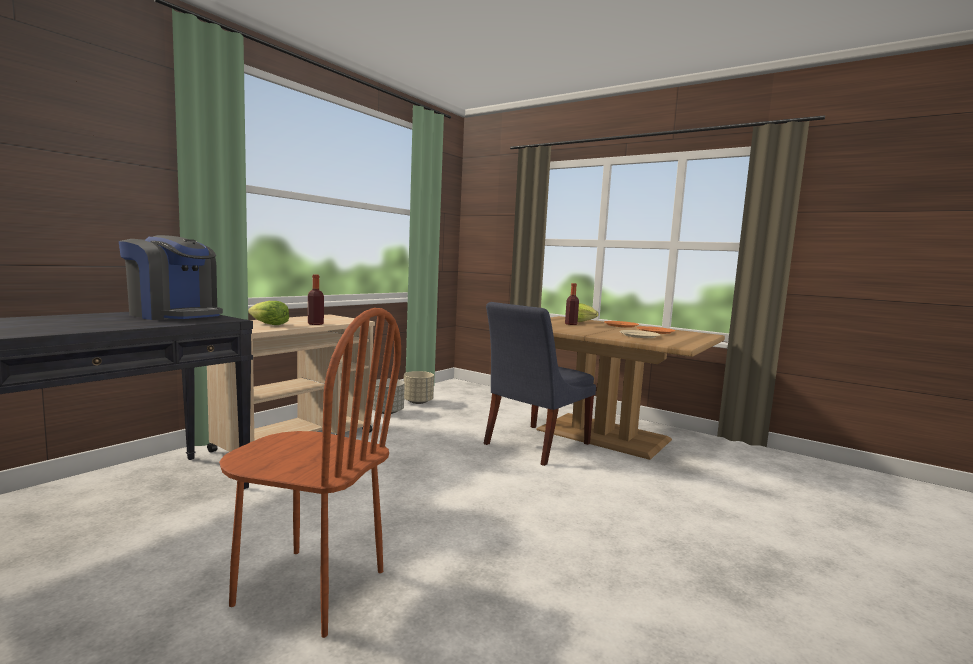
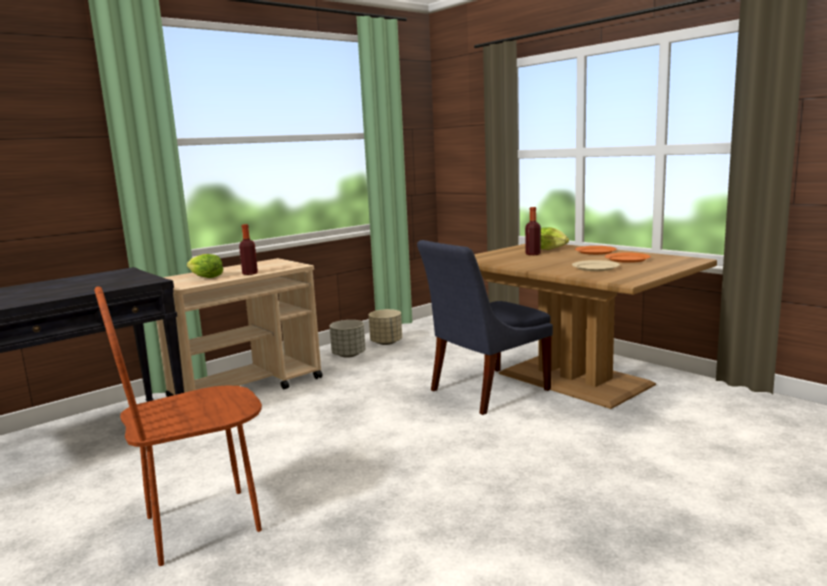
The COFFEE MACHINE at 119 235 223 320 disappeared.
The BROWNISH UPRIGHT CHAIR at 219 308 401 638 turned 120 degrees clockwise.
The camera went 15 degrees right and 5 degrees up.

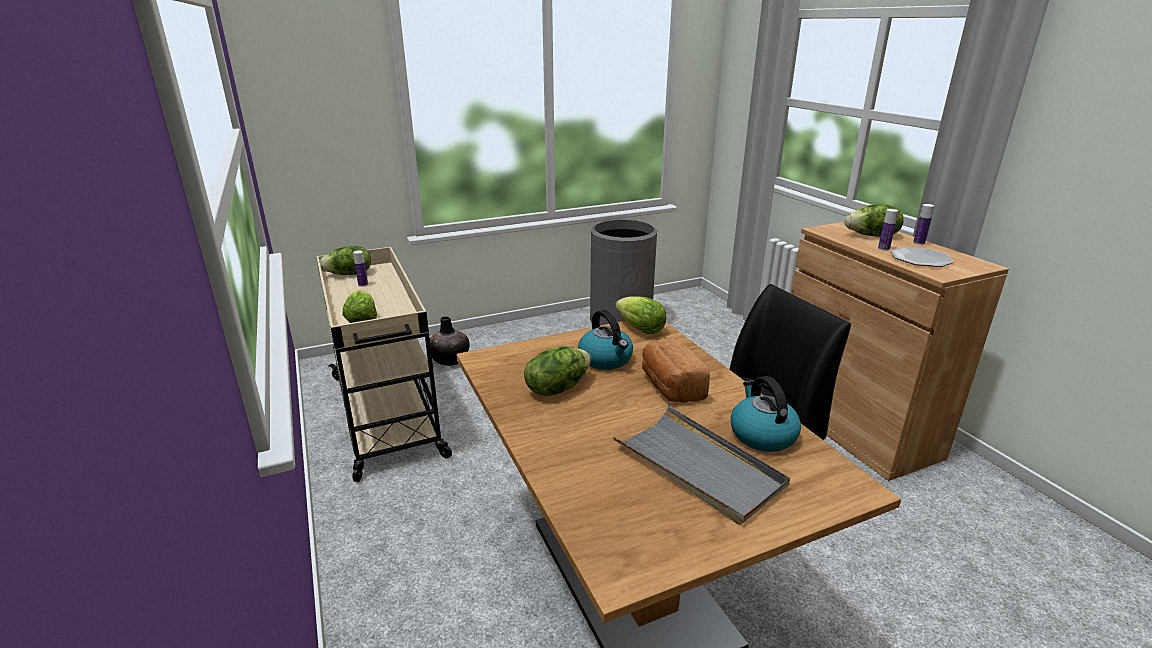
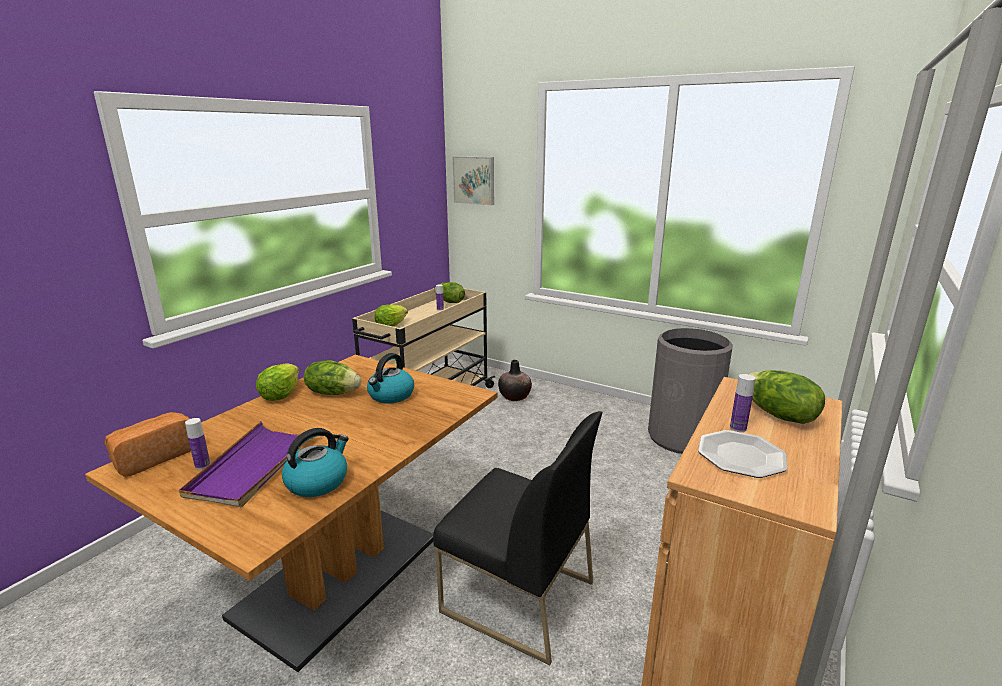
The GRAY CARRYING TRAY at 613 406 790 525 became the PURPLISH CARRYING TRAY at 179 421 308 507.
The LETTUCE moved from 615 296 666 334 to 256 363 299 401.
The BAKERY BREAD moved from 642 337 710 403 to 104 412 191 477.
The BEVERAGE BOTTLE moved from 913 204 934 245 to 185 418 210 469.
The PICTURE at 453 156 494 205 appeared.
The camera went 55 degrees right and 5 degrees down.

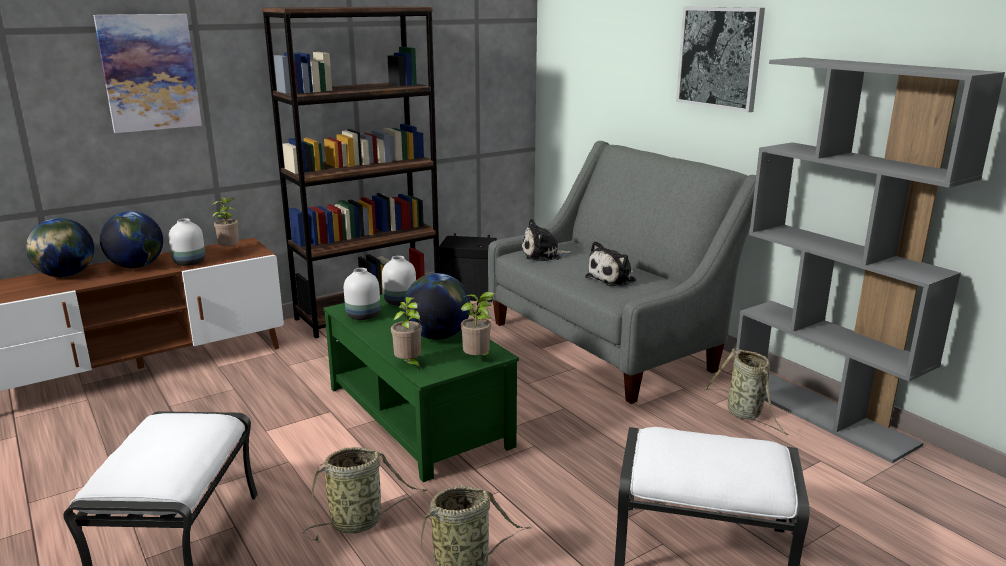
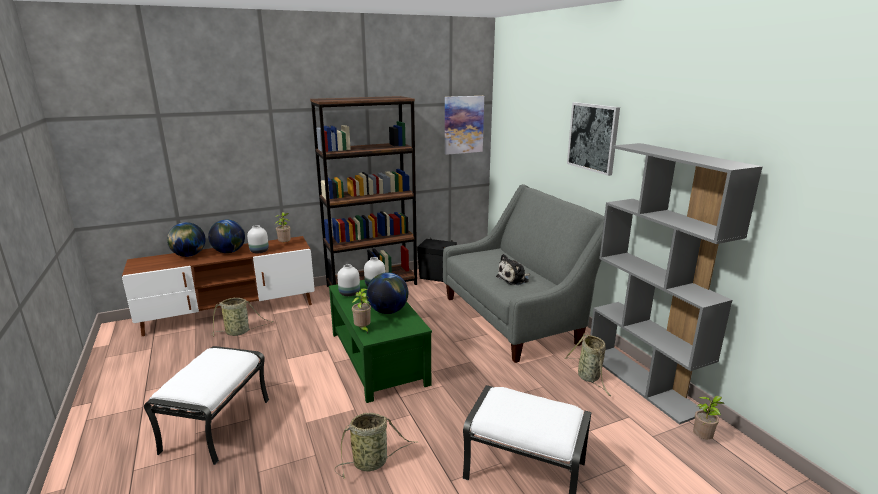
The PICTURE moved from 93 14 202 133 to 445 96 484 155.
The STORAGE BASKET moved from 303 447 427 543 to 211 298 273 336.
The HOUSEPLANT moved from 461 292 495 356 to 693 396 724 439.
The SOFT TOY at 521 219 572 261 disappeared.
The camera went 10 degrees right and 0 degrees up.

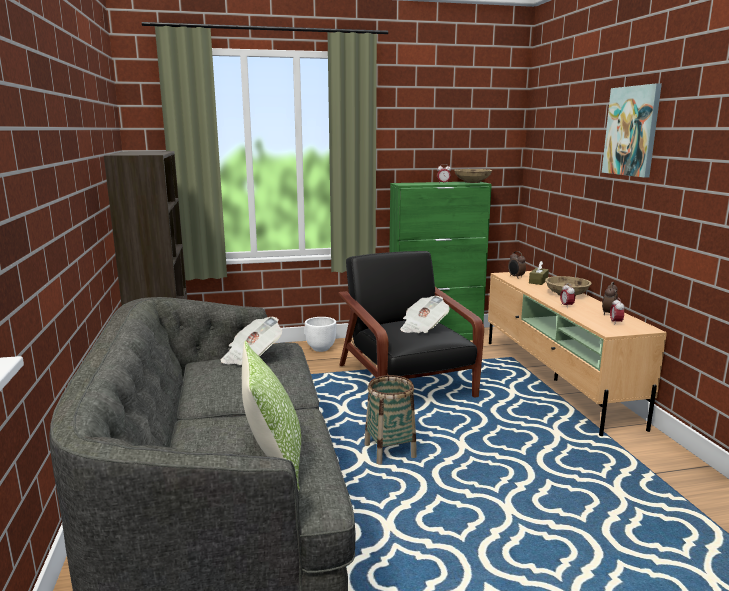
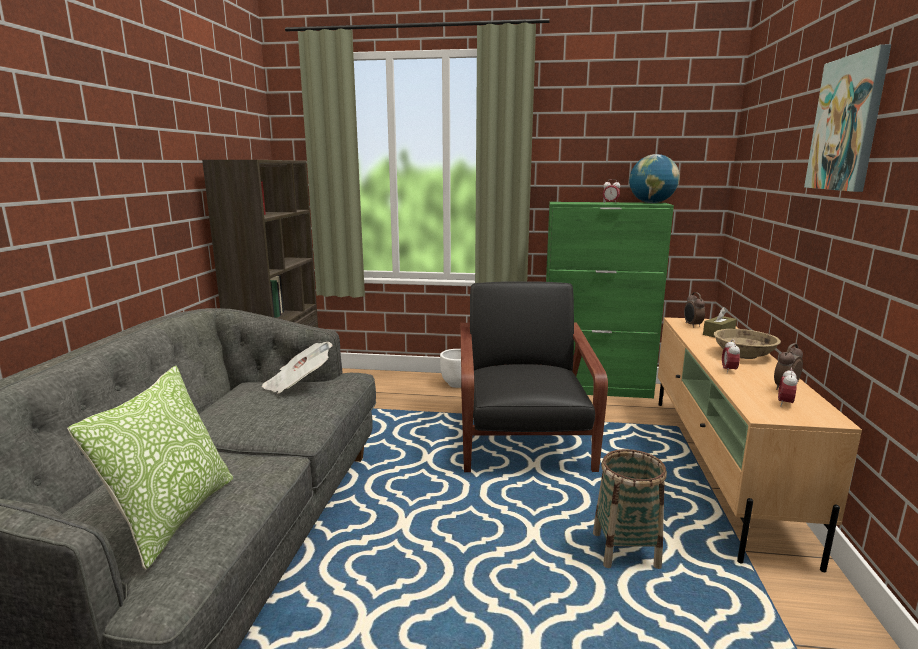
The STORAGE BASKET moved from 365 375 417 465 to 593 449 667 569.
The PRINTED PAPER at 400 296 449 333 disappeared.
The SAND-COLOURED DEEP DISH at 454 169 492 183 was replaced by the WORLD GLOBE at 629 154 679 203.
The camera went 20 degrees right and 0 degrees up.

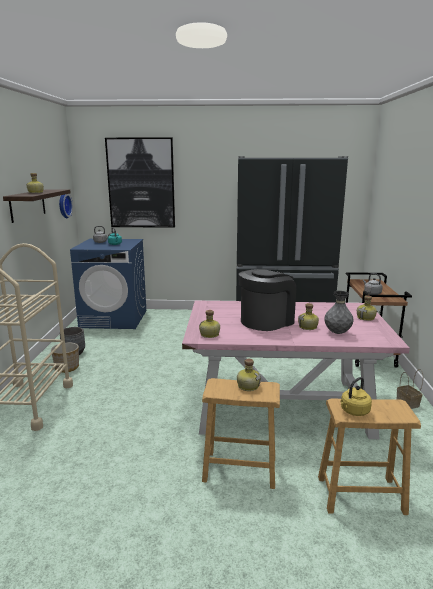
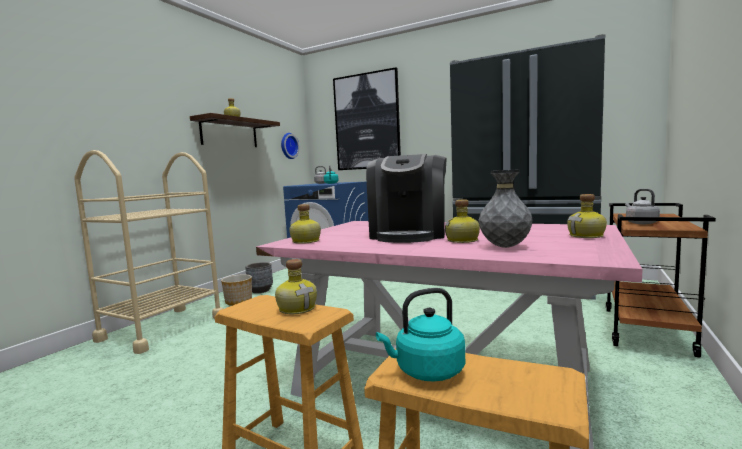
The COFFEE MACHINE at 238 269 296 331 turned 120 degrees clockwise.
The YELLOW TEA KETTLE at 340 377 372 416 became the TURQUOISE TEA KETTLE at 376 288 465 382.
The STORAGE BASKET at 397 369 423 409 disappeared.
The camera went 25 degrees right and 10 degrees down.

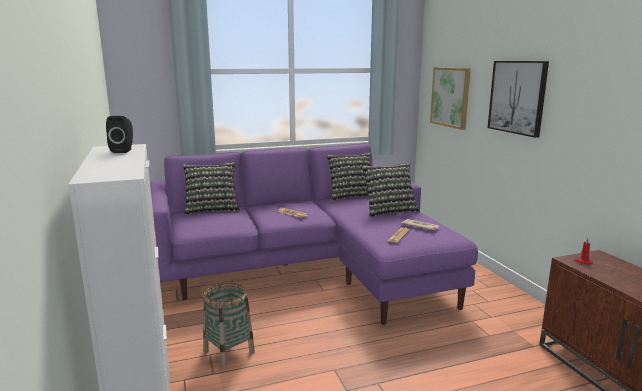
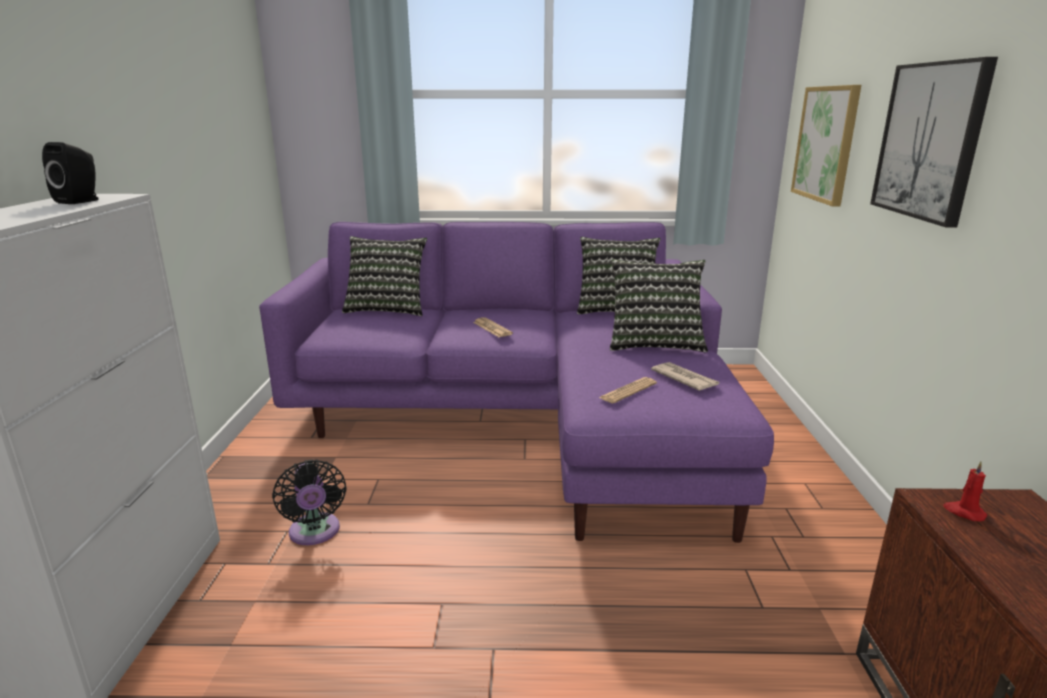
The STORAGE BASKET at 203 283 255 368 was replaced by the BLACKISH ELECTRIC FAN at 272 459 347 545.
The camera went 20 degrees right and 5 degrees up.

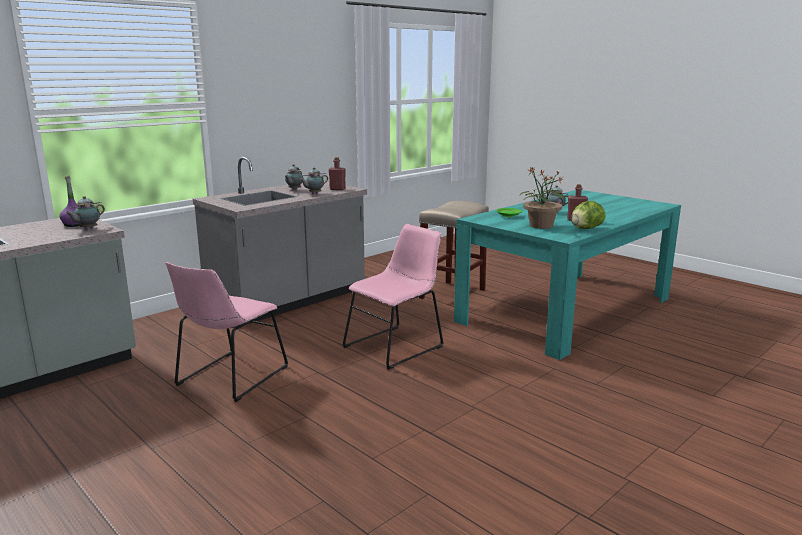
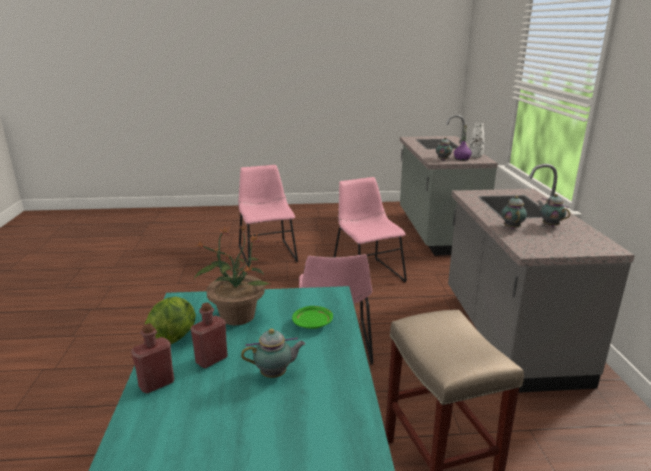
The REDDISH BEVERAGE BOTTLE moved from 329 157 346 190 to 131 323 174 393.
The PINKISH UPRIGHT CHAIR at 238 165 298 267 appeared.
The WHITE-COLOURED FLOWER VASE at 469 123 484 158 appeared.
The camera went 130 degrees right and 5 degrees up.

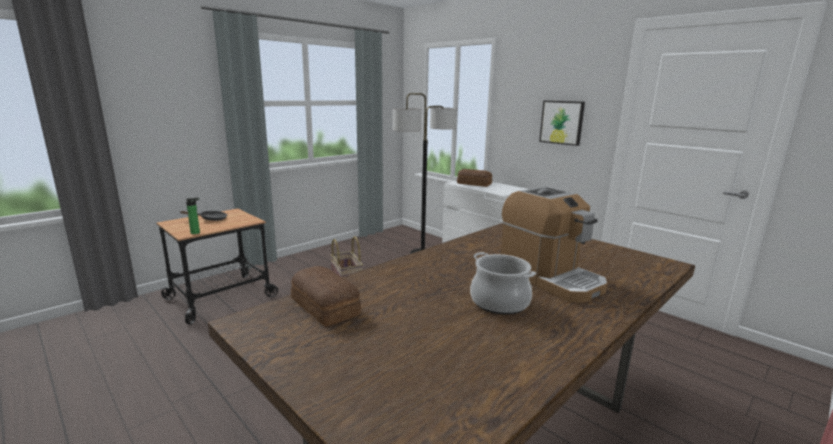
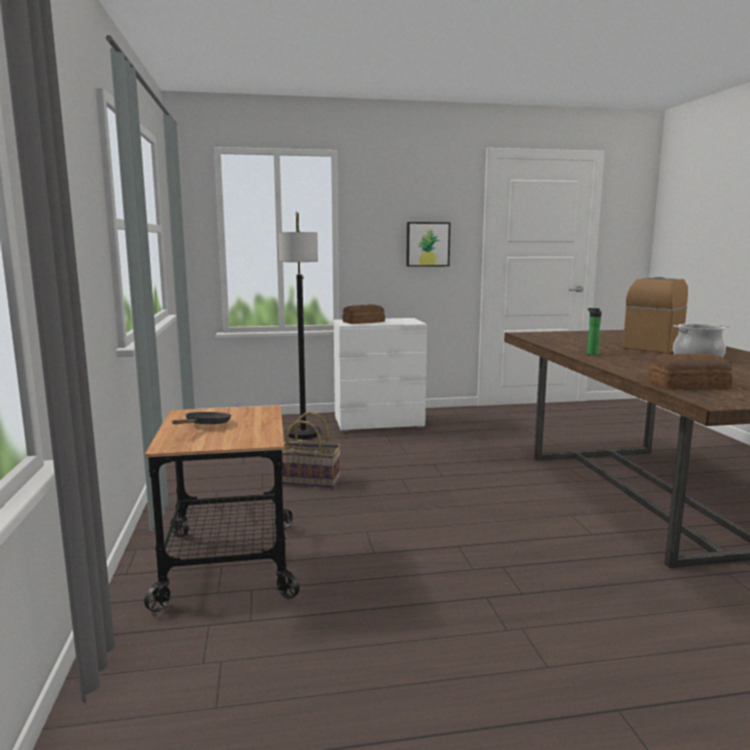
The BEVERAGE BOTTLE moved from 186 197 200 234 to 587 308 602 355.
The COFFEE MACHINE at 501 187 607 303 turned 45 degrees counterclockwise.
The camera went 55 degrees left and 5 degrees down.

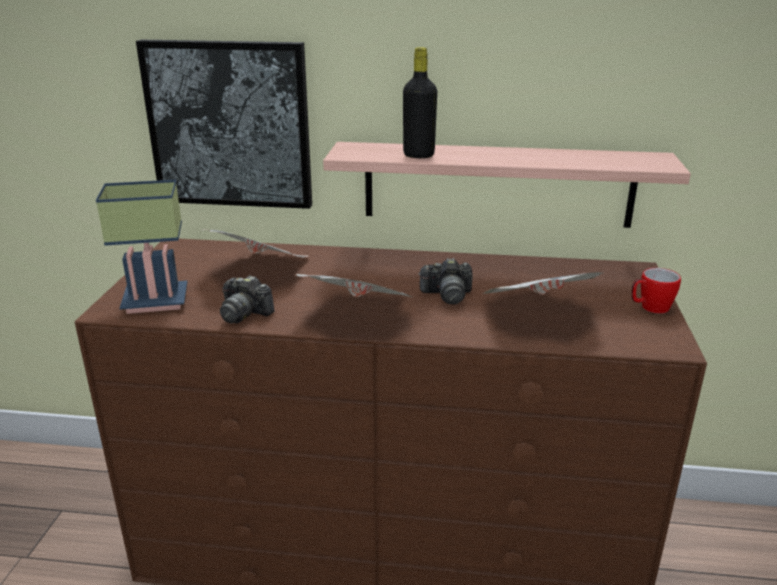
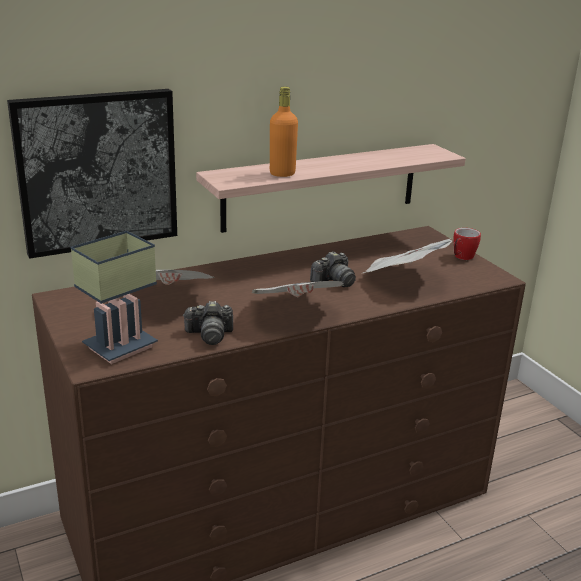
The BLACKISH BEVERAGE BOTTLE at 403 47 437 158 became the ORANGE BEVERAGE BOTTLE at 270 86 298 177.
The camera went 35 degrees left and 0 degrees up.

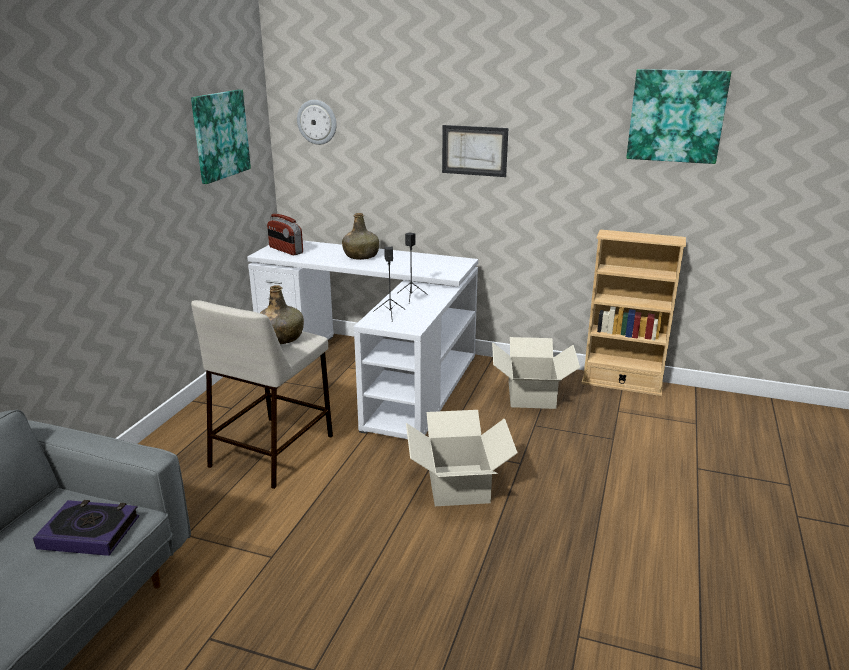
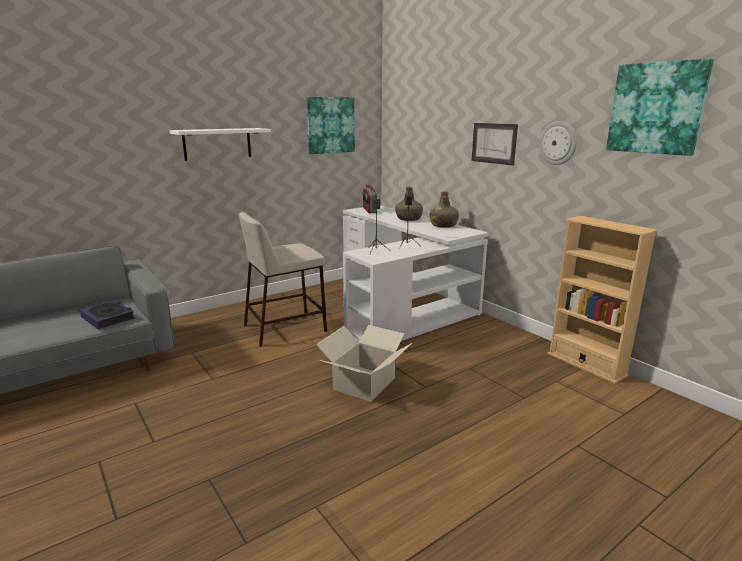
The GREENISH BEVERAGE BOTTLE moved from 260 285 304 344 to 429 192 459 228.
The CLOCK ON THE WALL moved from 297 100 336 145 to 539 121 577 165.
The CARTON at 492 337 580 409 disappeared.
The WHITE-COLOURED WALL SHELF at 170 128 271 161 appeared.
The camera went 35 degrees right and 5 degrees down.

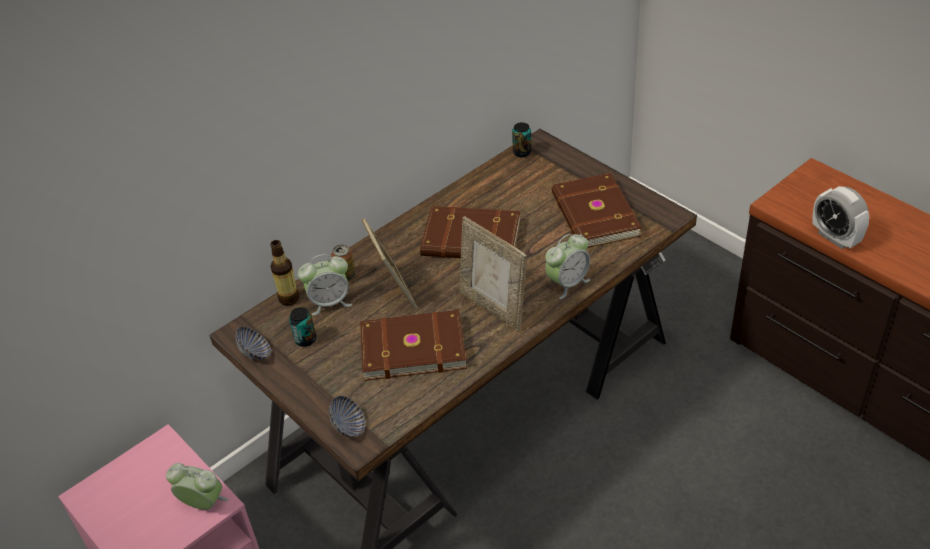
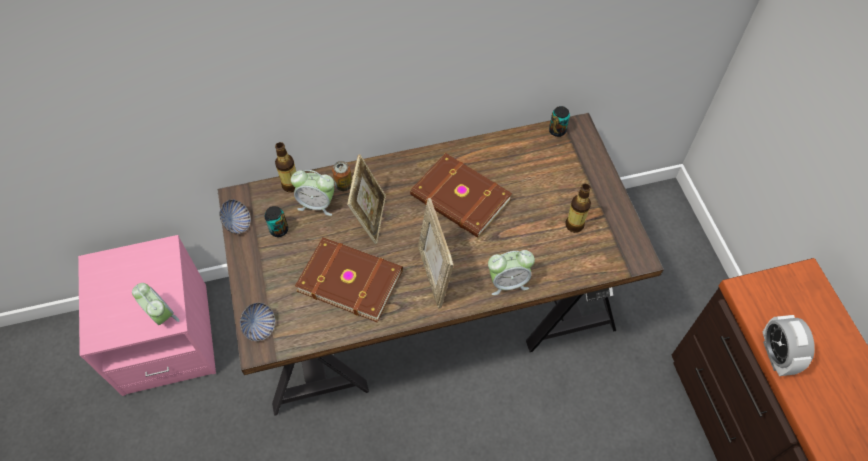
The BROWNISH VOLUME at 551 173 642 248 was replaced by the BEVERAGE BOTTLE at 566 184 591 233.
The camera went 25 degrees right and 15 degrees up.

